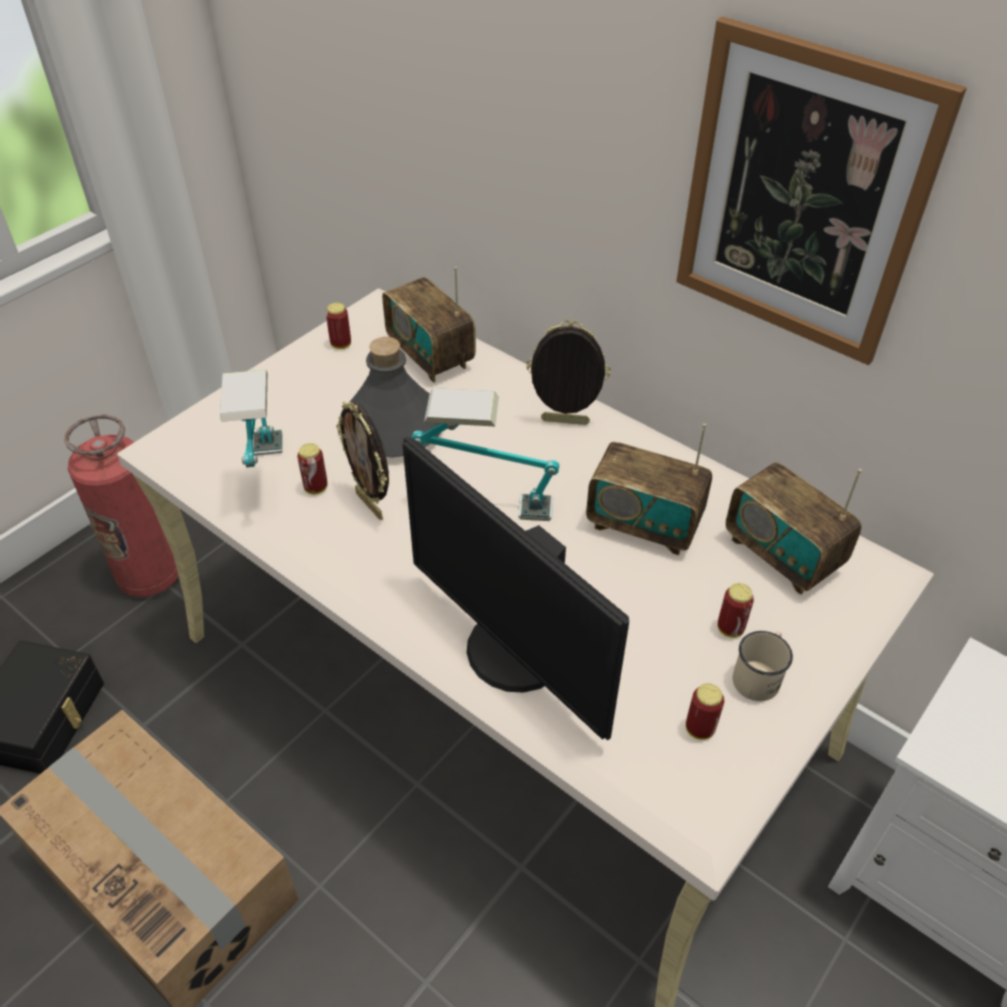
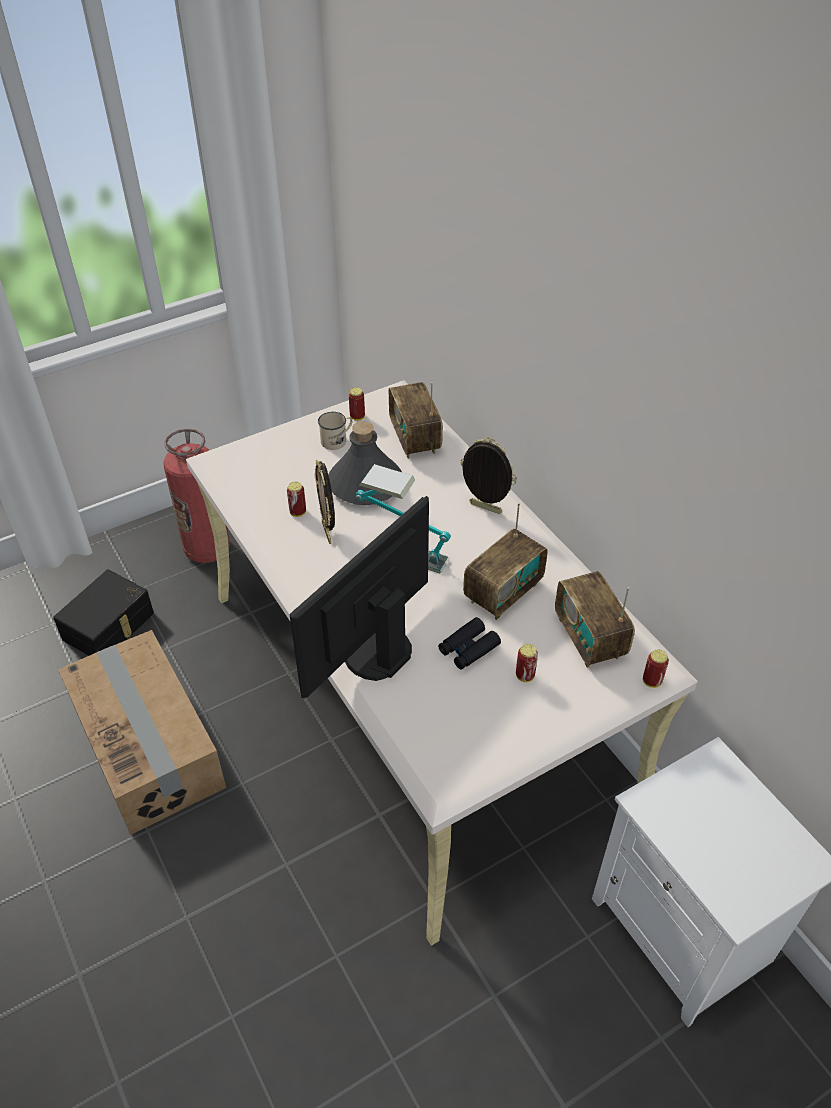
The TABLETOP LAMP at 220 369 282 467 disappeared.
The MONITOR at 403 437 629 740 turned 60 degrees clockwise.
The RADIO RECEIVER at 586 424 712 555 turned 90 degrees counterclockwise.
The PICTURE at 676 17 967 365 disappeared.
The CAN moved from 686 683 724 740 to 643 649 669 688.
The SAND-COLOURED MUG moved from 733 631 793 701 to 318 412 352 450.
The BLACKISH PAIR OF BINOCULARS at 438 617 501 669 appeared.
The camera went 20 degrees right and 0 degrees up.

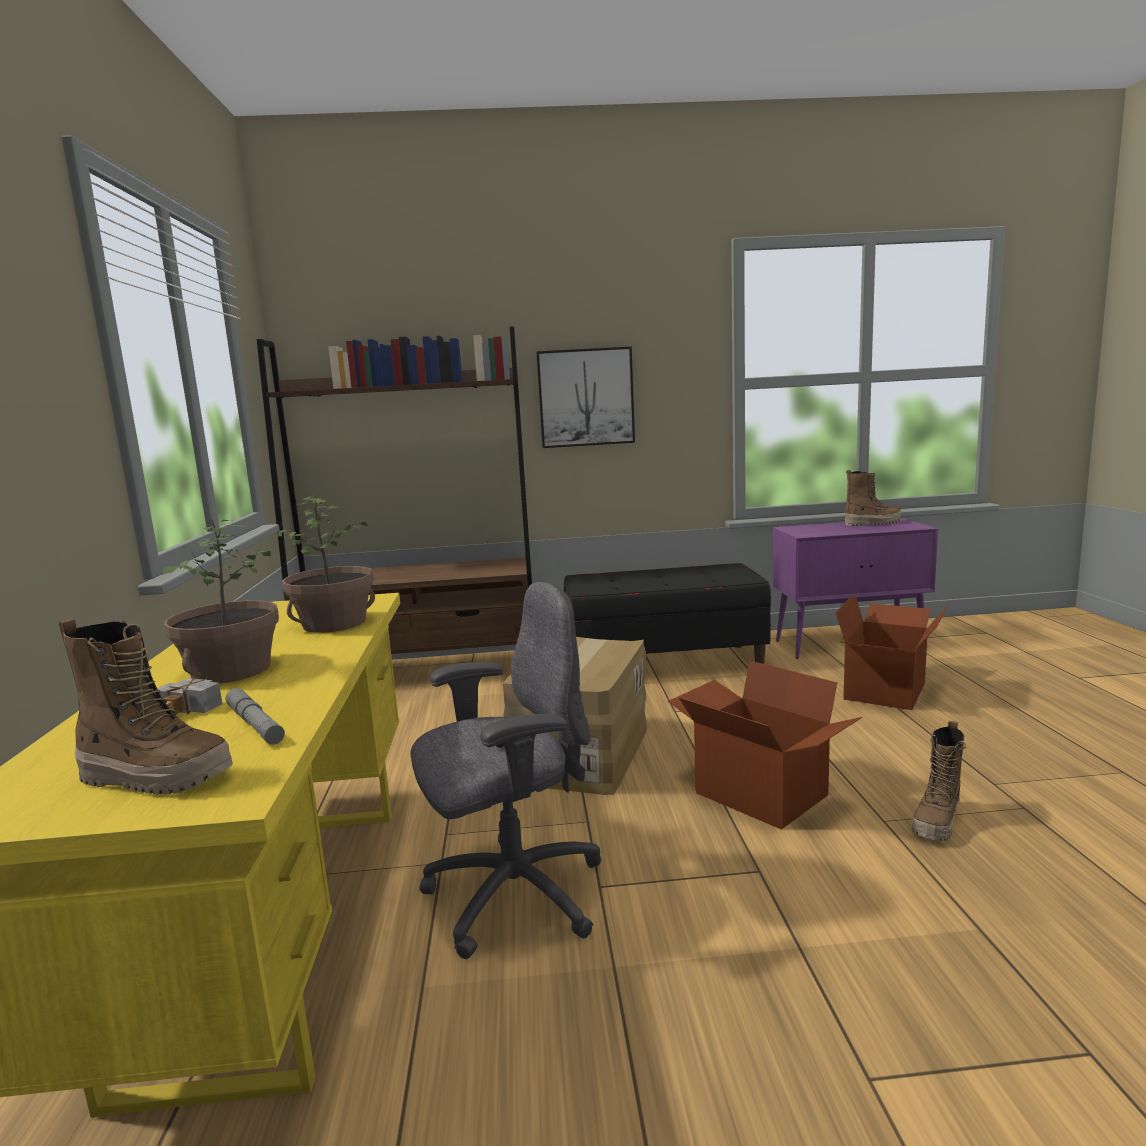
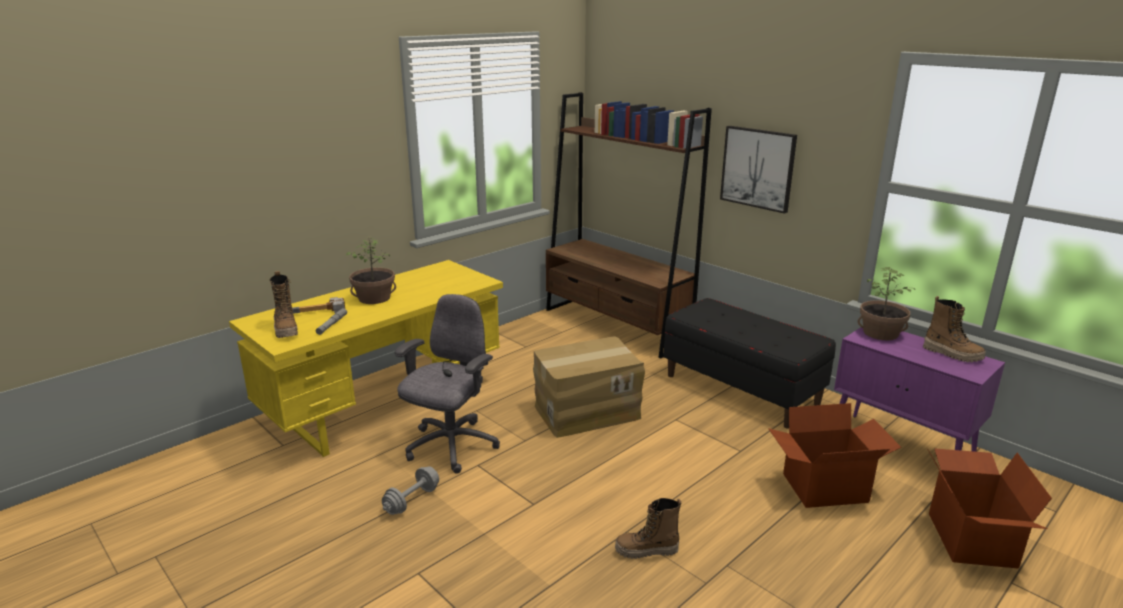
The HOUSEPLANT moved from 278 496 375 633 to 858 267 917 340.
The GRAY COMPUTER CHAIR at 410 582 601 959 turned 90 degrees counterclockwise.
The CARTON moved from 668 660 863 830 to 928 448 1052 569.
The GRAY HAND WEIGHT at 382 466 439 515 appeared.
The camera went 50 degrees right and 10 degrees up.

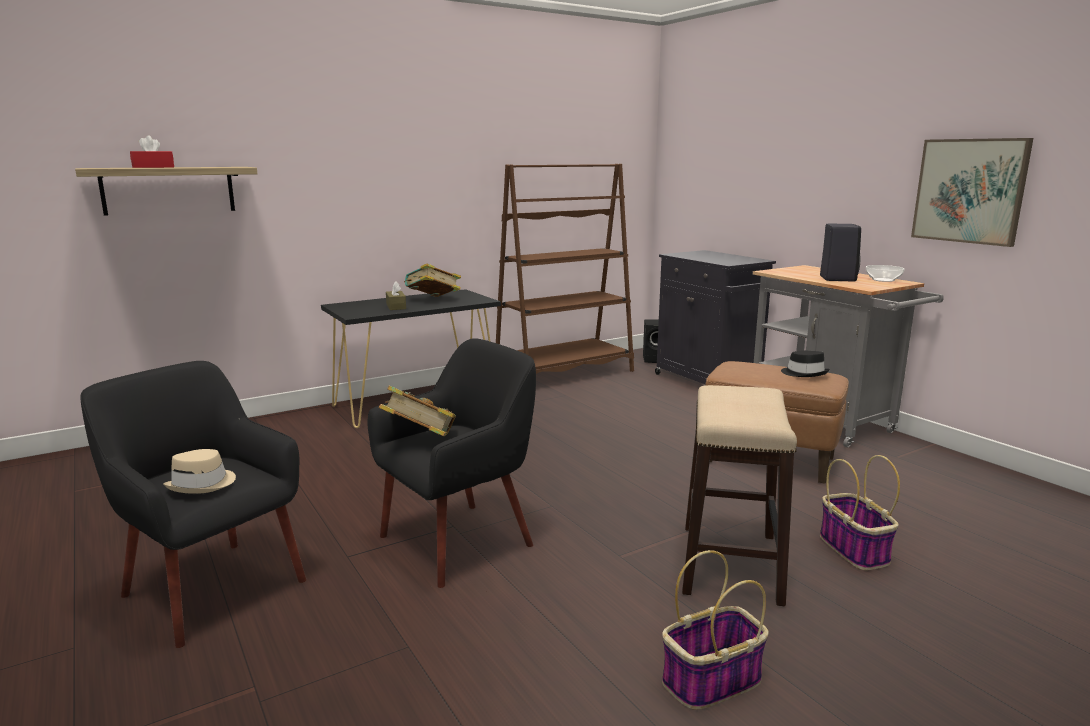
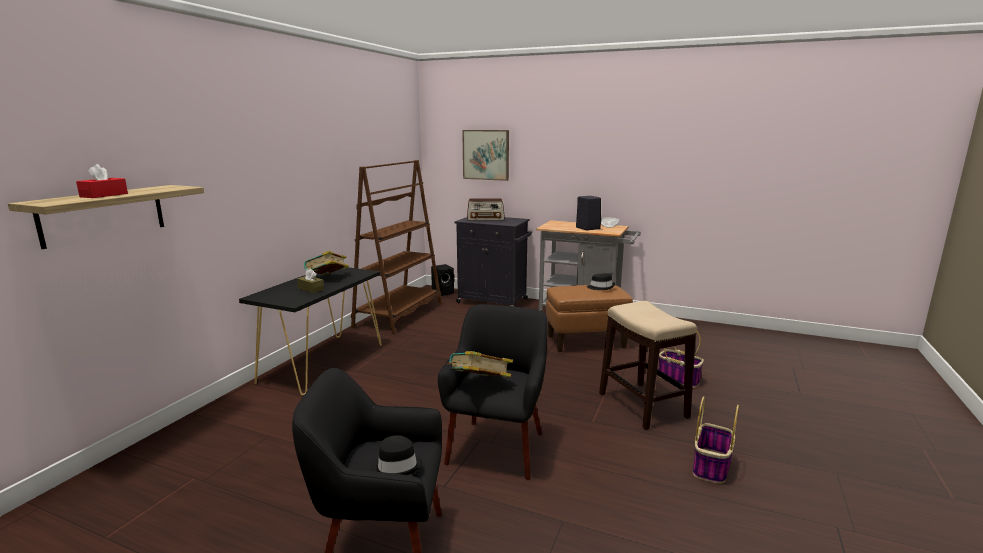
The SAND-COLOURED HAT at 163 449 236 494 became the BLACKISH HAT at 371 435 422 475.
The PICTURE moved from 911 138 1033 247 to 462 130 509 181.
The RADIO RECEIVER at 467 198 505 221 appeared.
The camera went 35 degrees left and 0 degrees up.

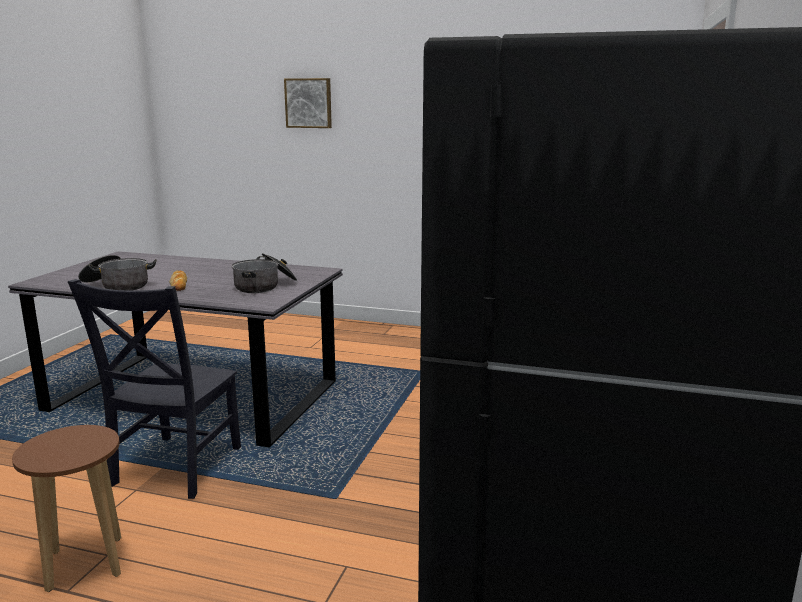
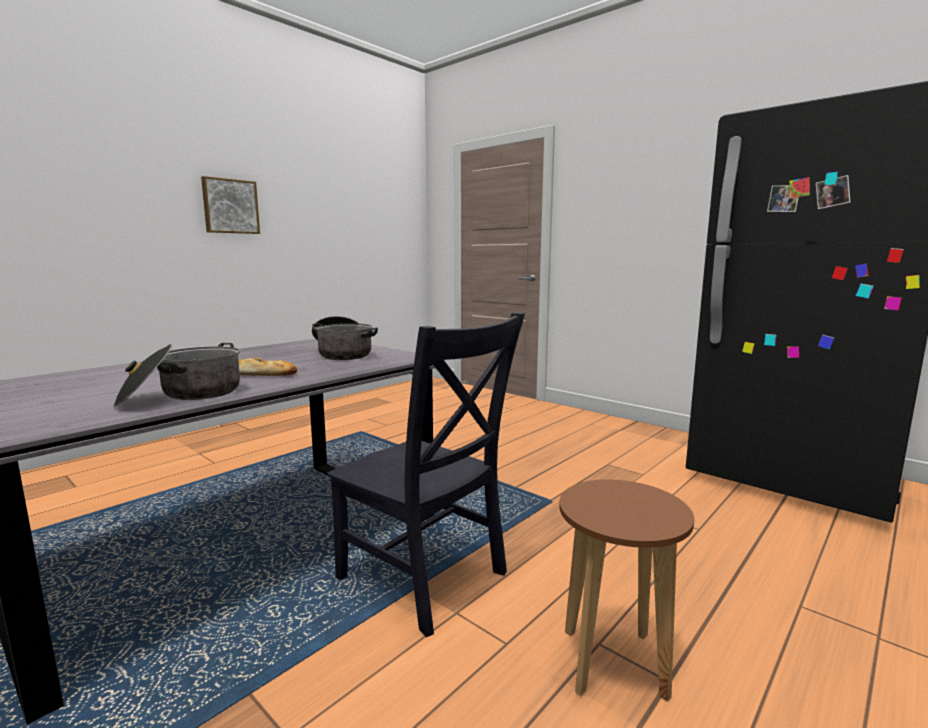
The PICTURE moved from 284 78 332 128 to 201 176 260 234.
The camera went 65 degrees left and 5 degrees down.

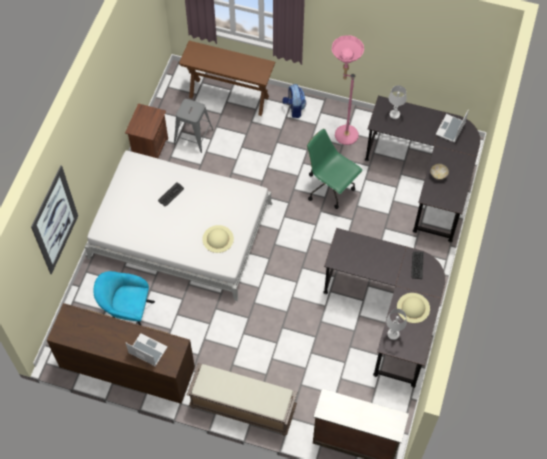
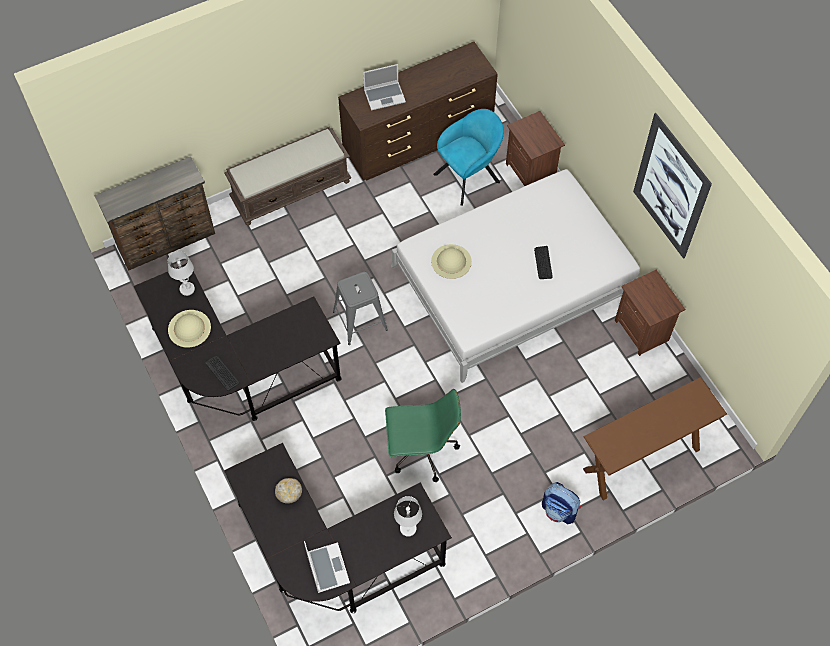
The PICTURE moved from 31 165 78 274 to 633 113 712 259.
The GRAY STOOL SEAT moved from 174 99 213 153 to 333 272 388 345.
The PINKISH STANDING LAMP at 332 35 364 145 disappeared.
The BROWNISH NIGHT TABLE at 506 111 565 186 appeared.
The camera went 135 degrees right and 0 degrees up.

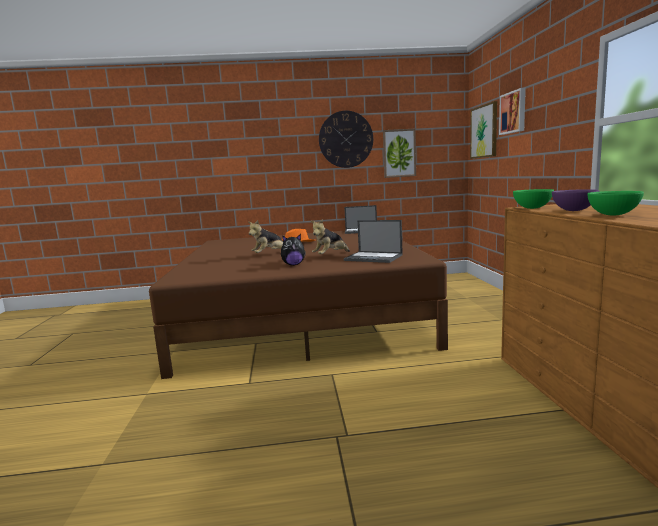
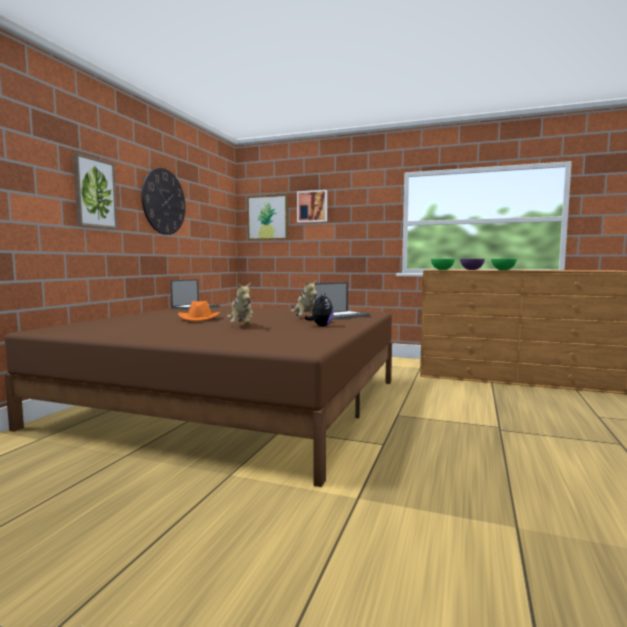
The PICTURE moved from 383 129 416 178 to 73 153 118 229.
The camera went 65 degrees left and 5 degrees down.

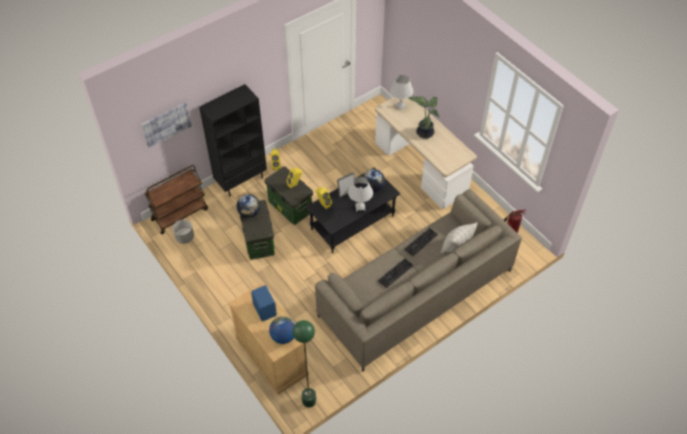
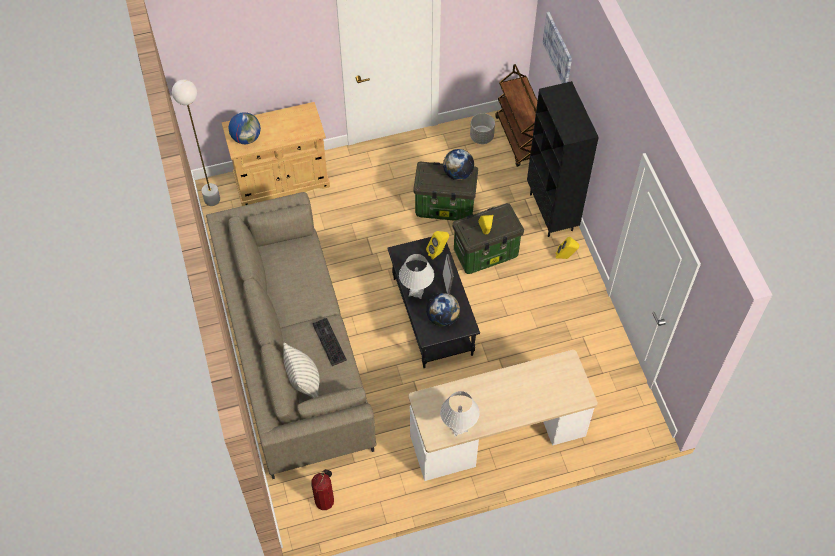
The BLUISH AUDIO SPEAKER at 251 285 277 321 disappeared.
The GREENISH STANDING LAMP at 293 320 316 407 became the WHITE-COLOURED STANDING LAMP at 172 80 220 206.
The COMPUTER KEYBOARD at 378 258 413 288 disappeared.
The WHITE-COLOURED TABLETOP LAMP moved from 390 75 413 111 to 440 391 479 437.
The HOUSEPLANT at 408 96 440 139 disappeared.
The camera went 110 degrees right and 5 degrees up.

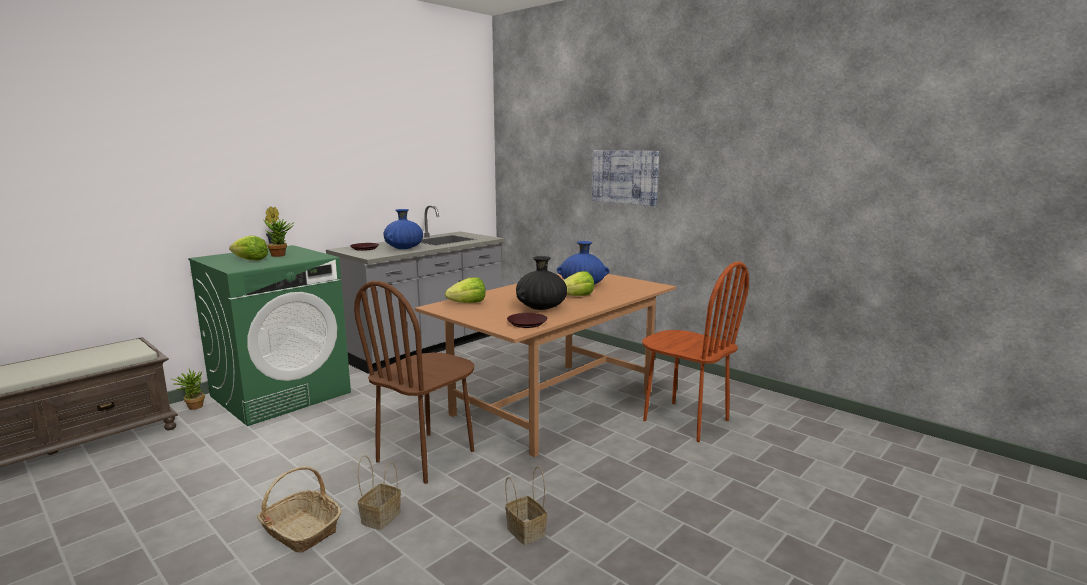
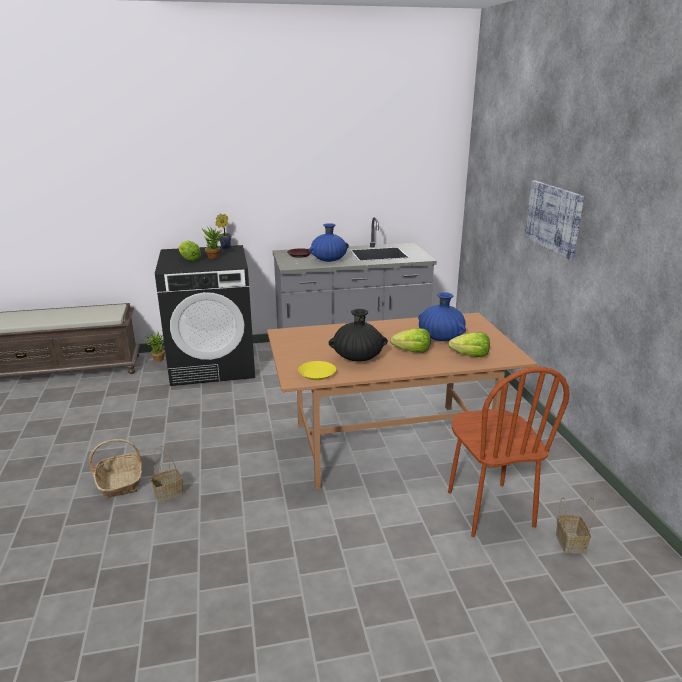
The GREENISH LAUNDRY APPLIANCE at 188 245 351 426 became the BLACKISH LAUNDRY APPLIANCE at 155 245 255 386.
The BROWNISH UPRIGHT CHAIR at 354 281 474 484 disappeared.
The LETTUCE moved from 445 277 485 303 to 448 332 490 357.
The STORAGE BASKET moved from 505 466 547 545 to 556 497 595 553.
The BROWNISH PLATE at 507 313 547 328 became the YELLOW PLATE at 298 361 336 380.
The camera went 35 degrees right and 10 degrees up.

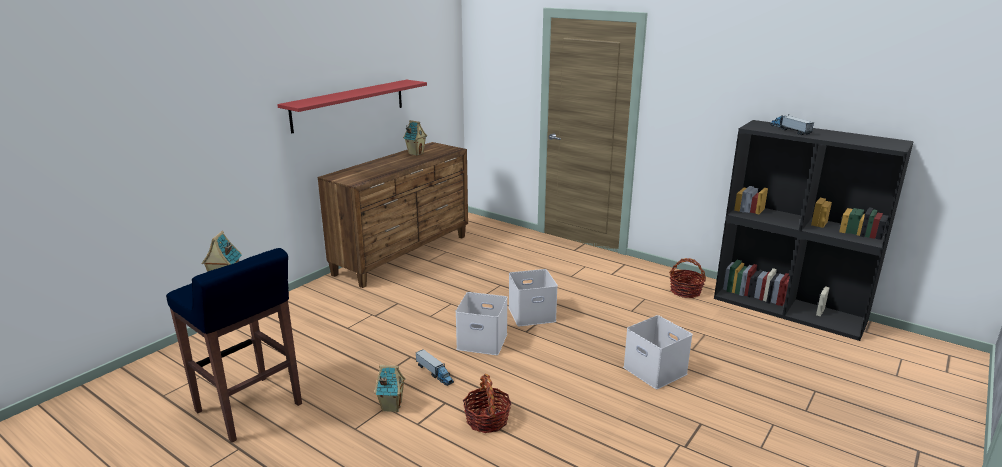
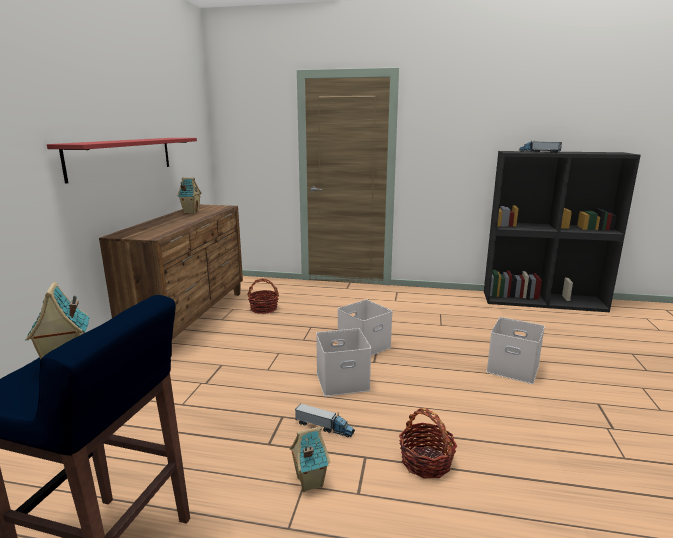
The STORAGE BASKET moved from 669 258 706 298 to 247 278 279 314.
The camera went 25 degrees left and 5 degrees down.

